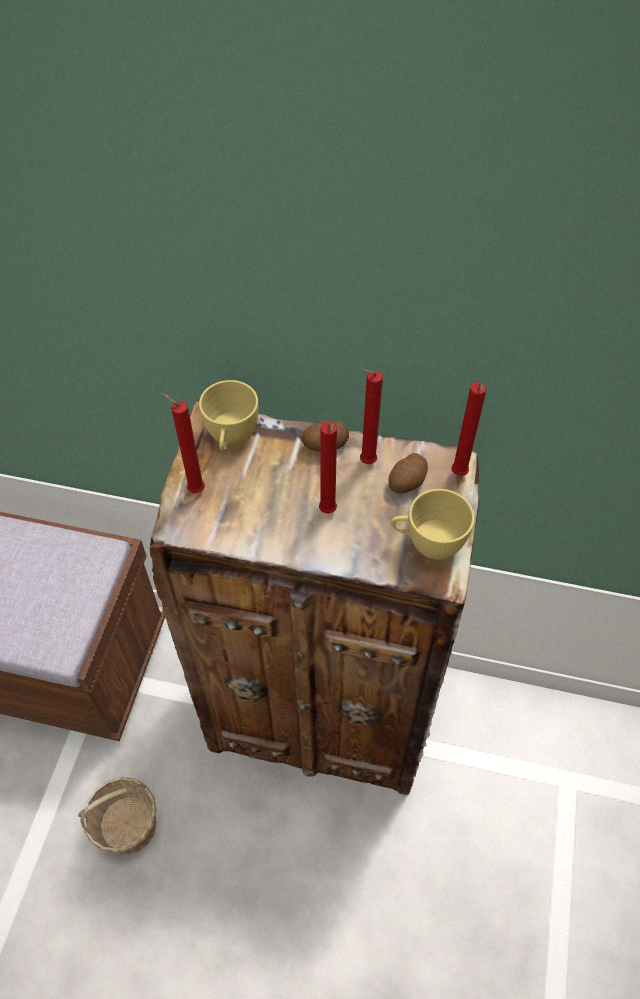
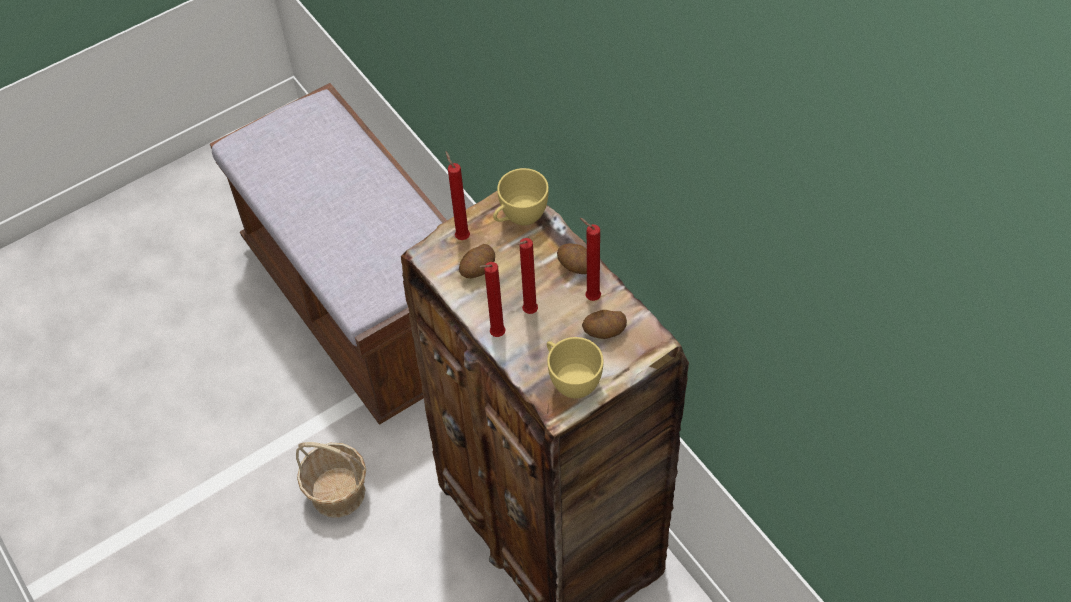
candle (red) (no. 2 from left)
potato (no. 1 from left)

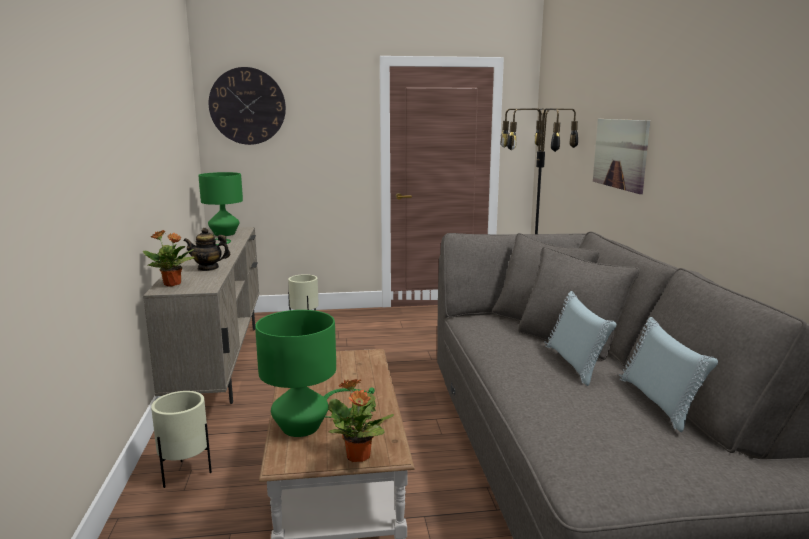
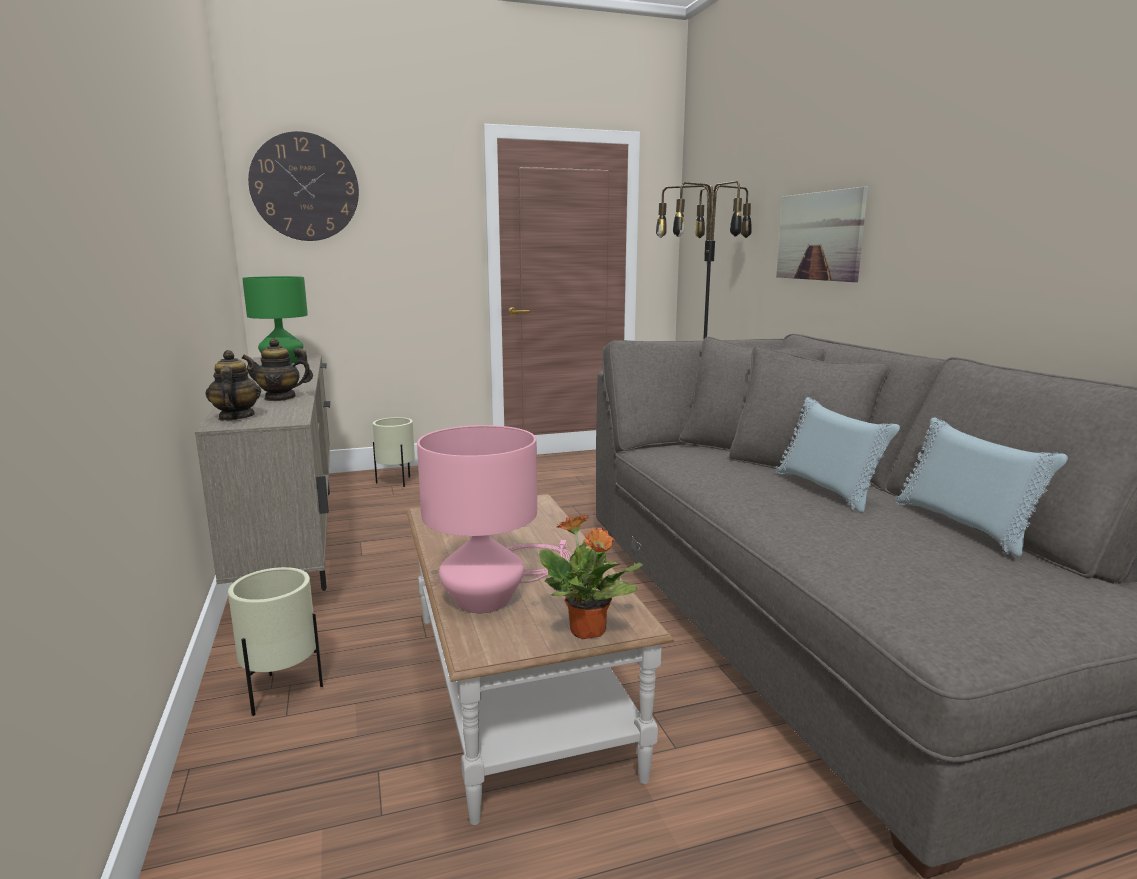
teapot (no. 1 from left)
table lamp (pink)

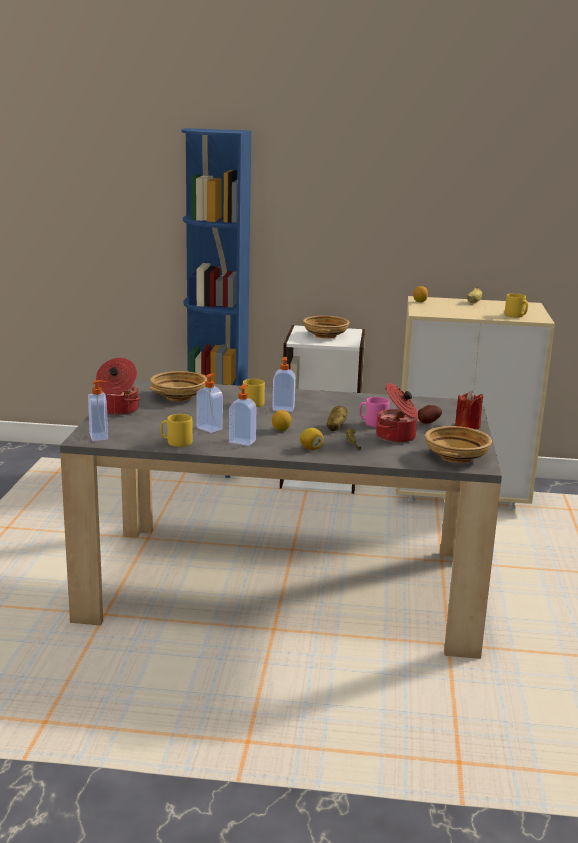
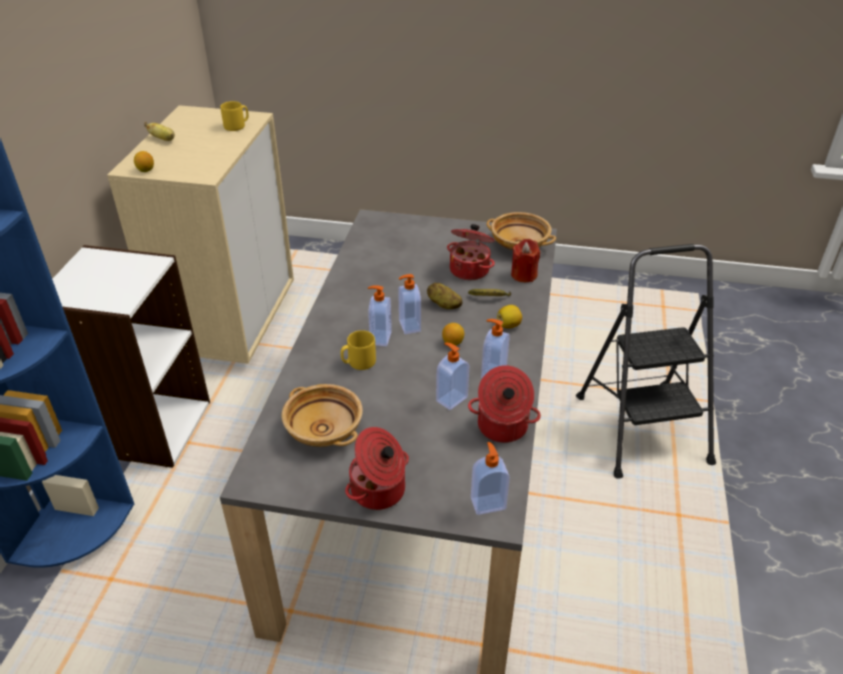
bowl (beige) (no. 2 from left in the first image)
candle (red)
mug (pink)
potato (no. 2 from left in the first image)
cooking pot (no. 3 from left)
step ladder (black)
soap dispenser (no. 2 from left)

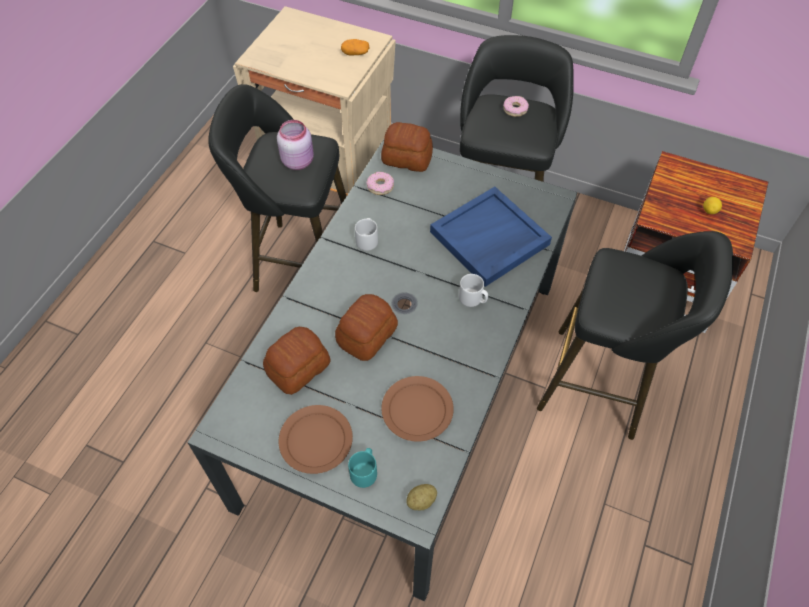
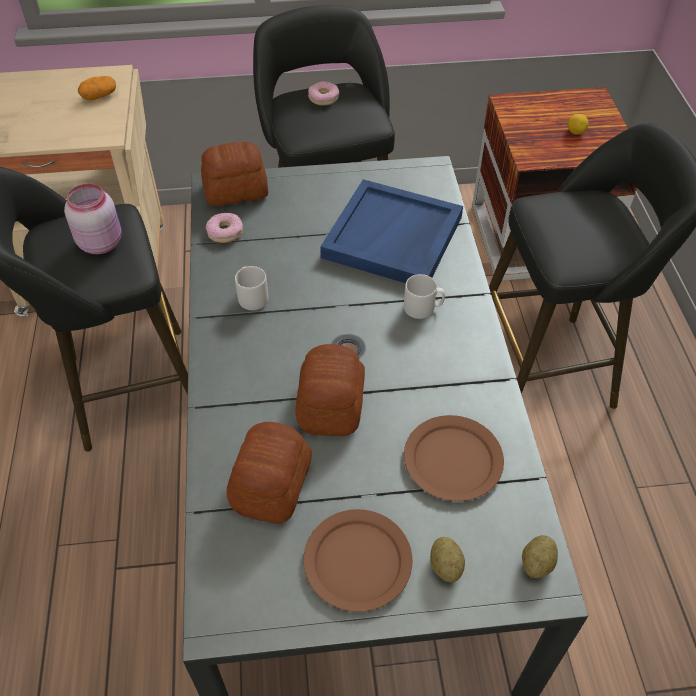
potato (no. 2 from left)

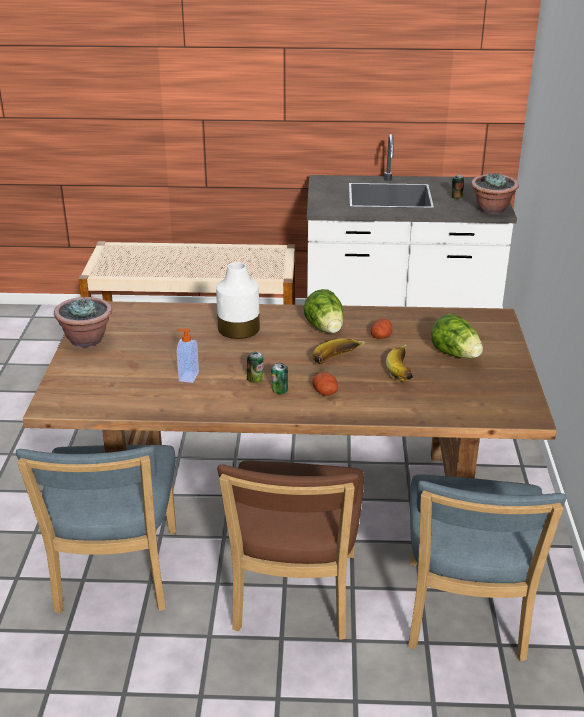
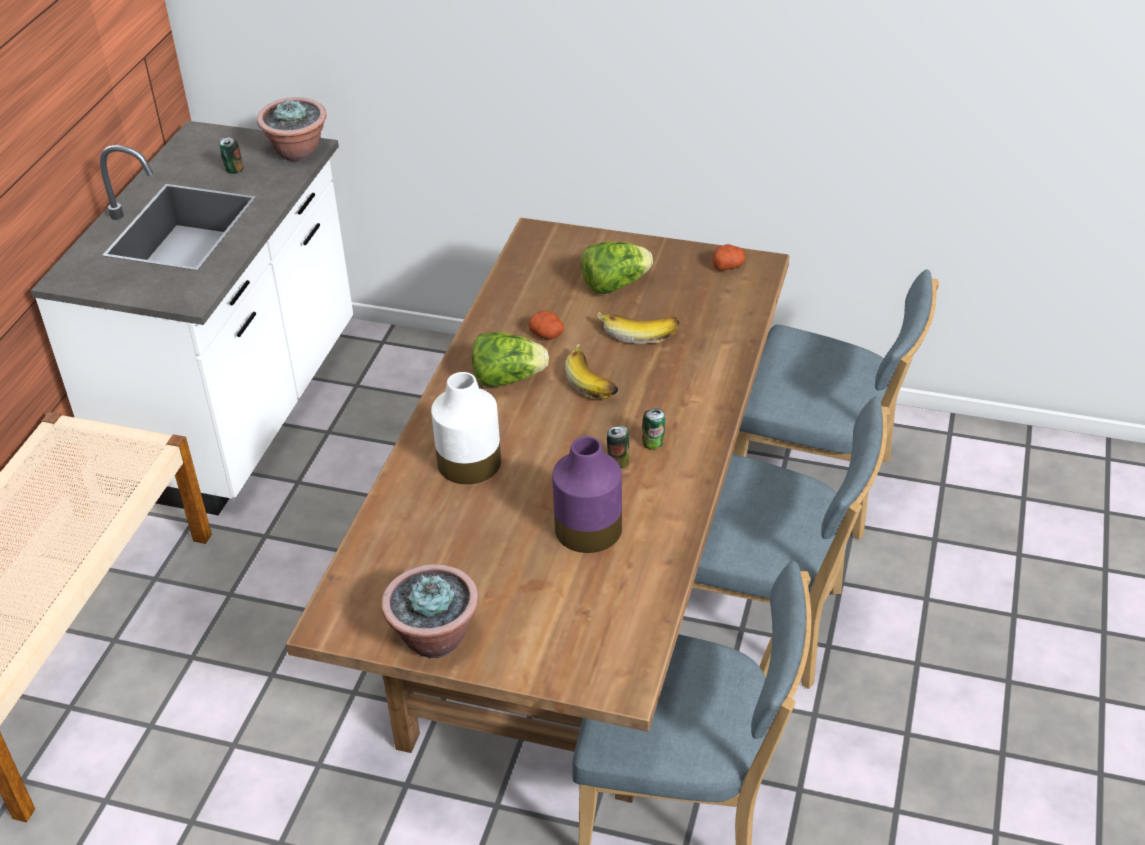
vase (purple)
potato (no. 2 from left)
chair (blue) (no. 2 from left)

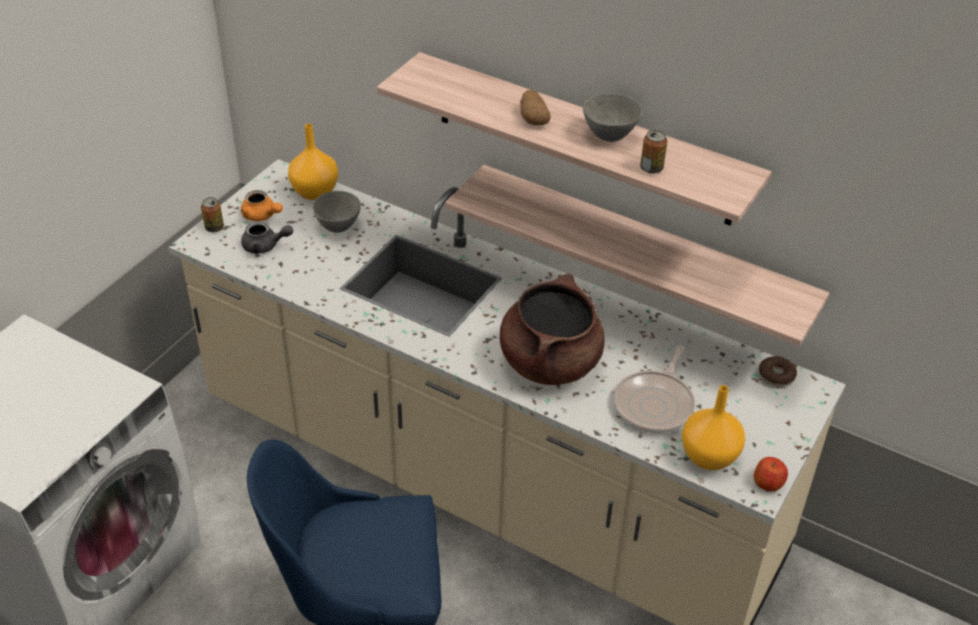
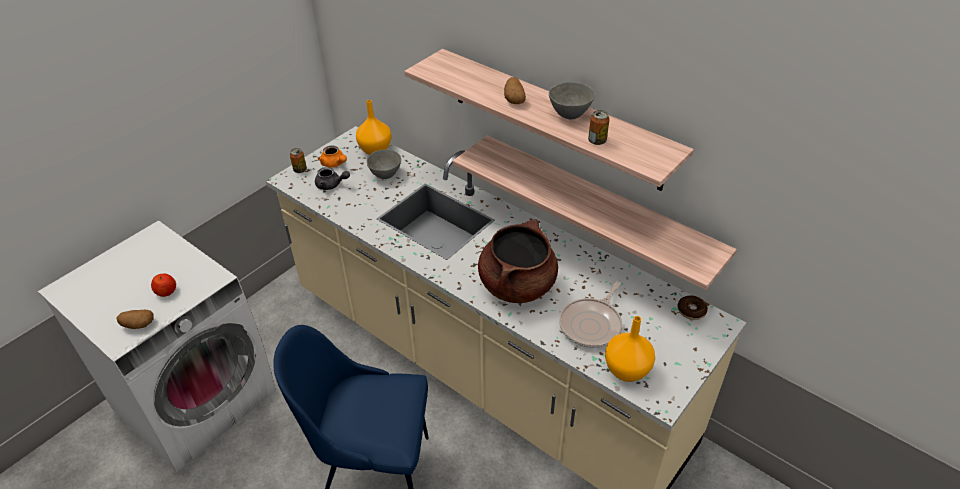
apple
potato (no. 1 from left)

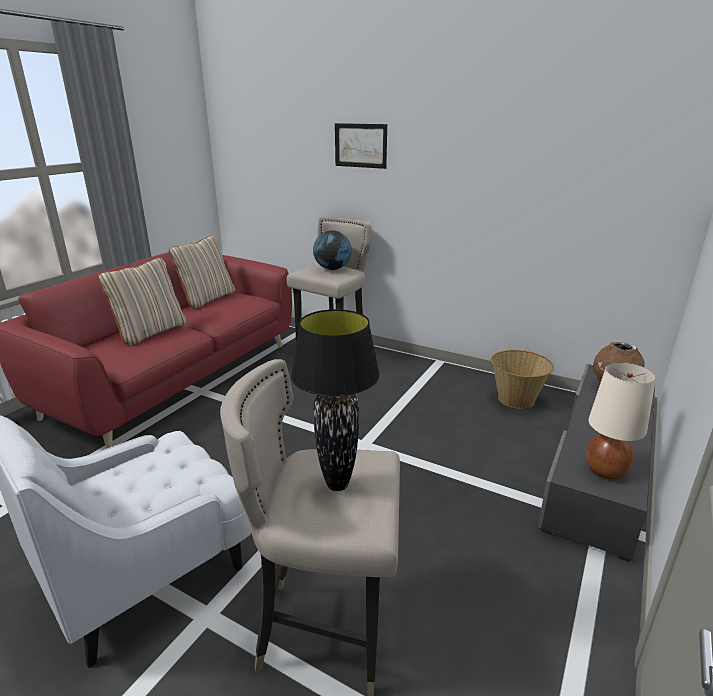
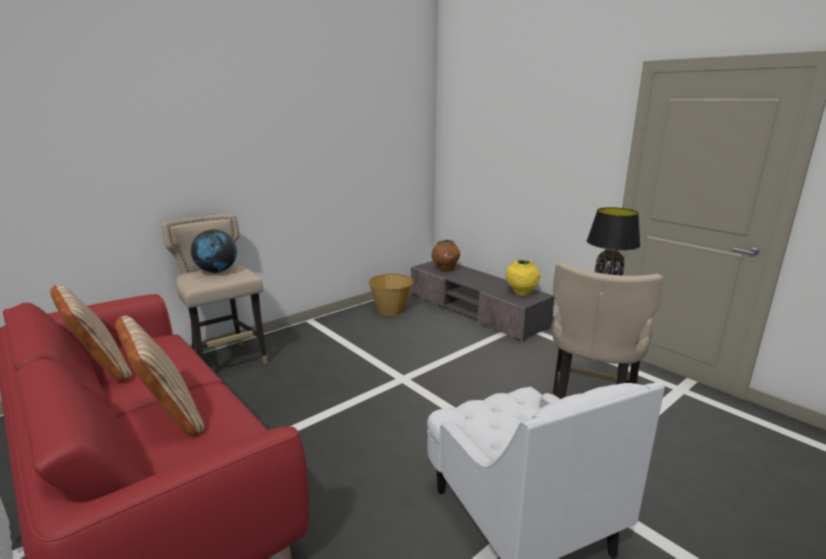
picture
vase (yellow)

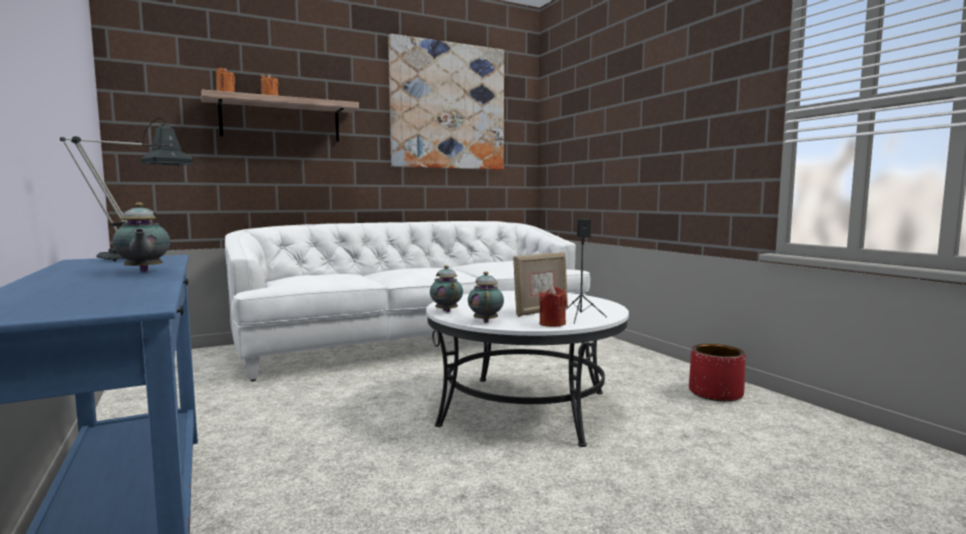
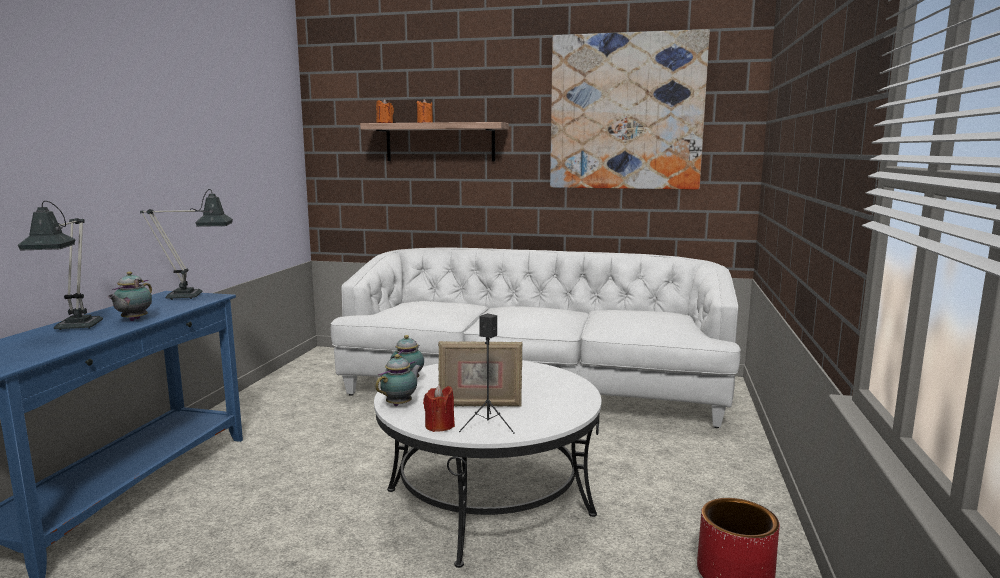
table lamp (no. 1 from left)

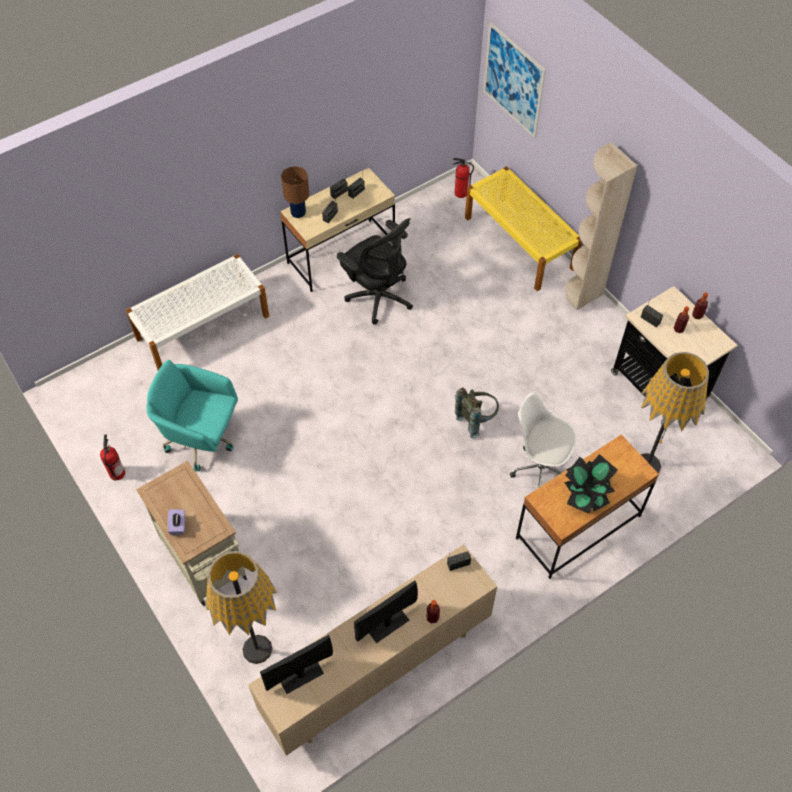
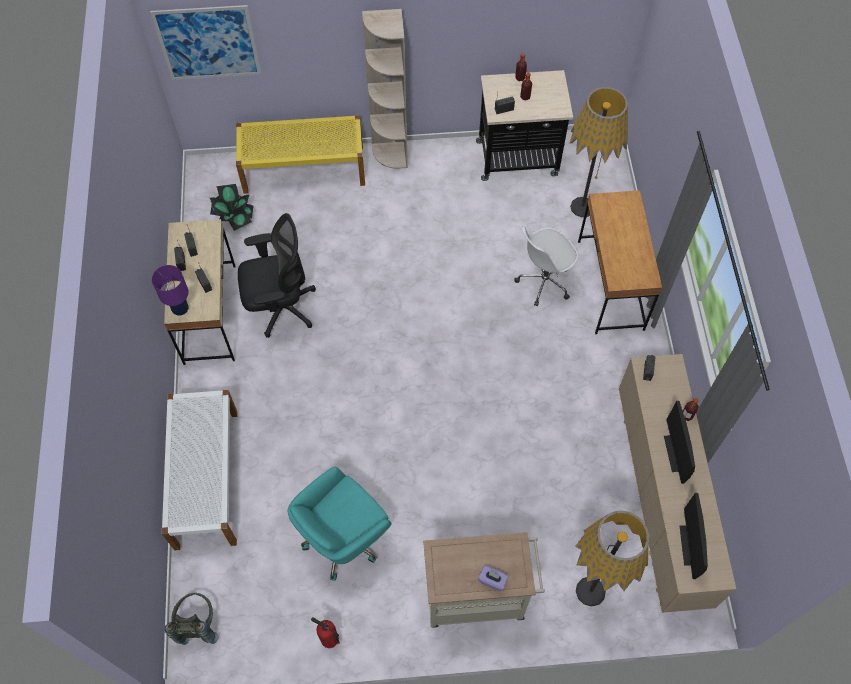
fire extinguisher (no. 2 from left in the first image)
table lamp (purple)
backpack (grey)
potted plant

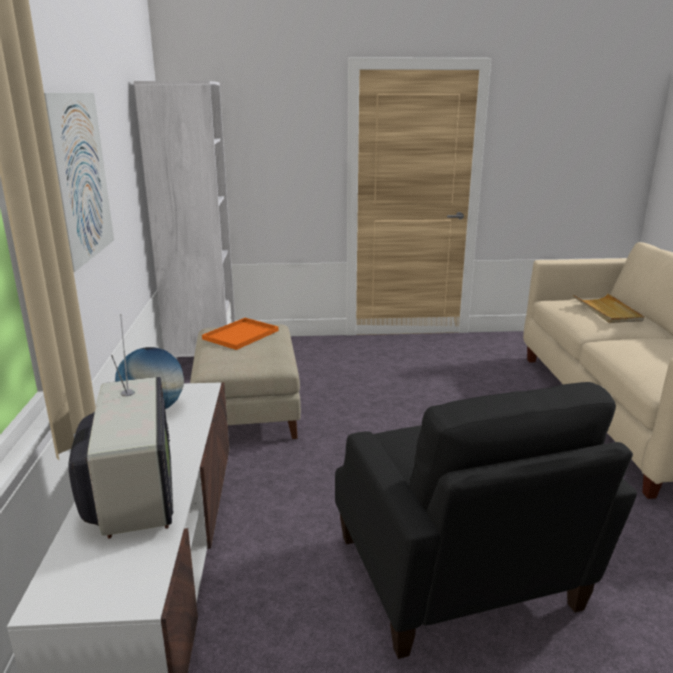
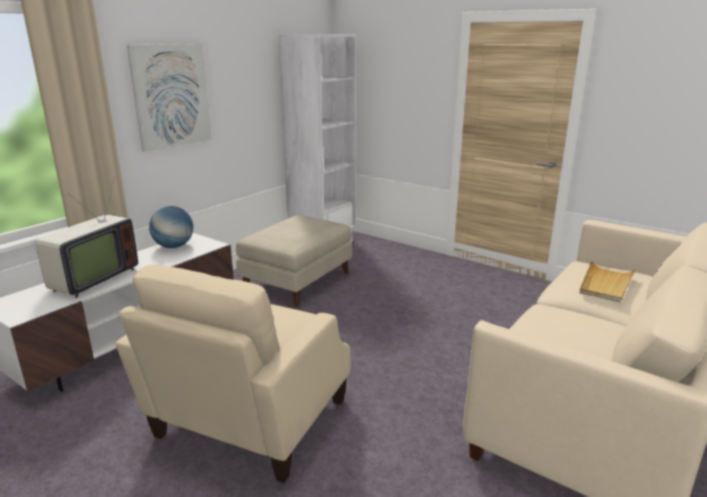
tray (orange)
armchair (beige)

